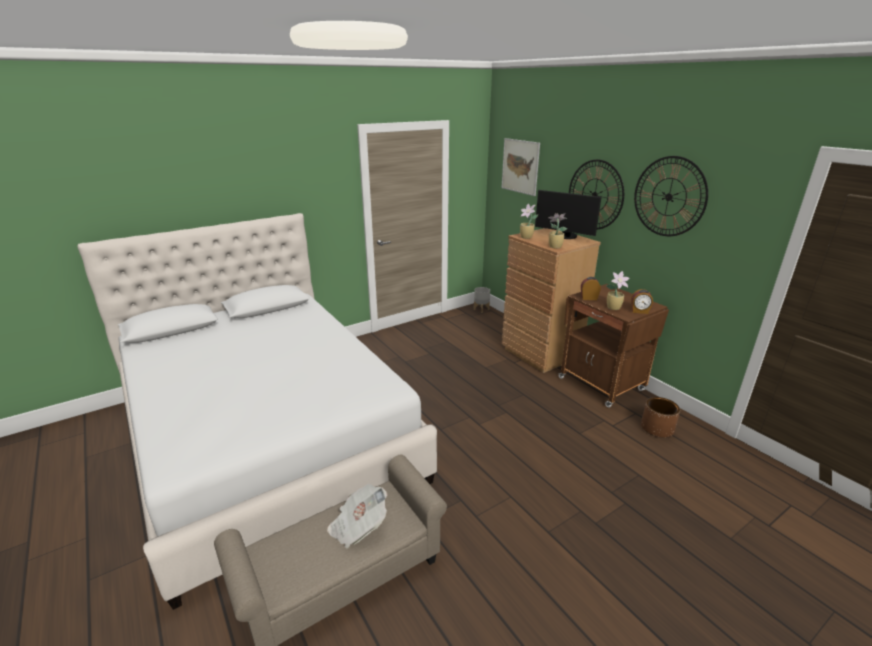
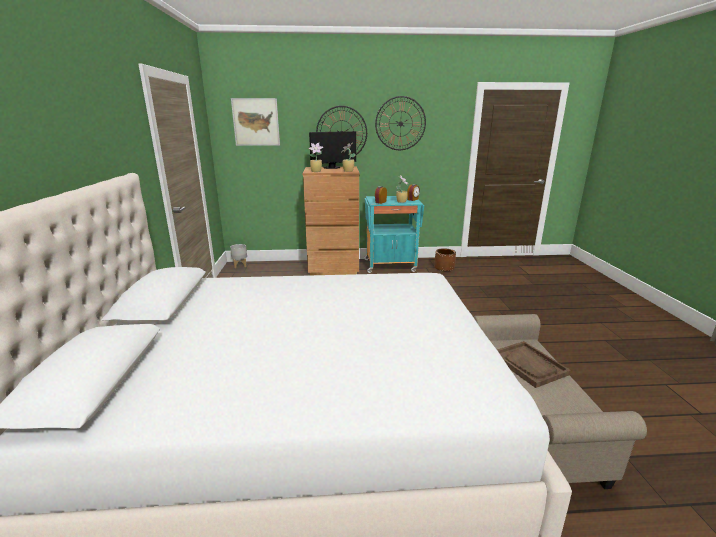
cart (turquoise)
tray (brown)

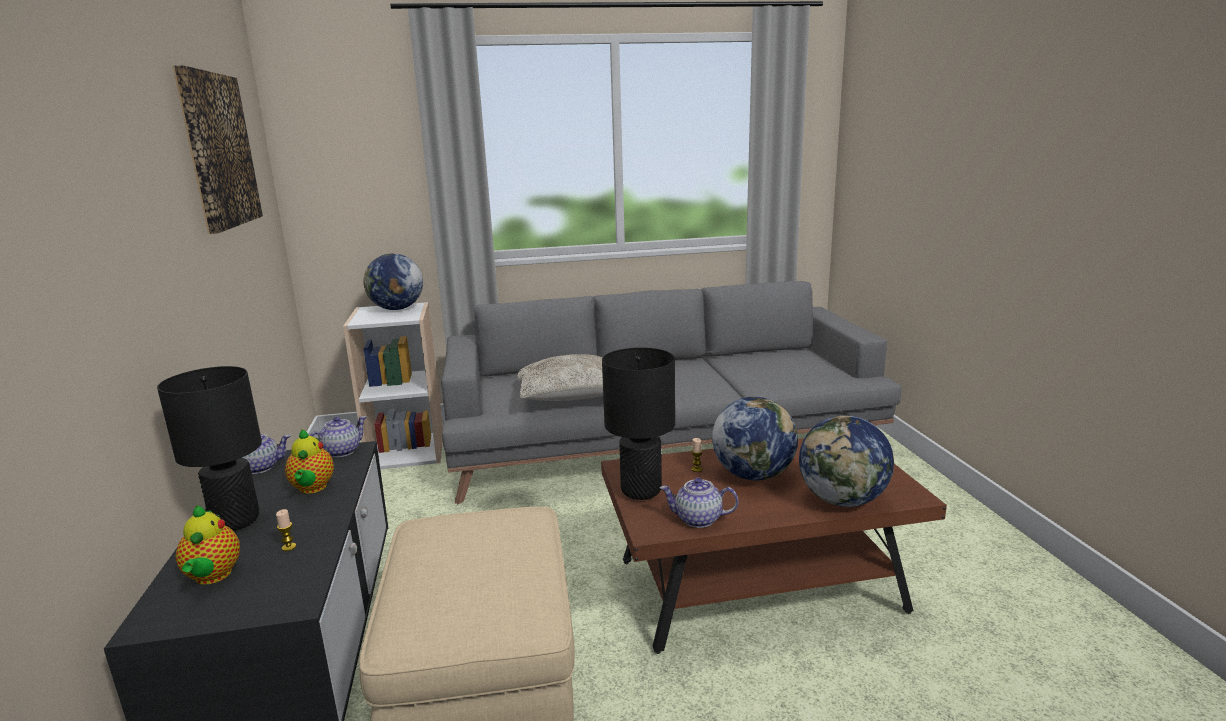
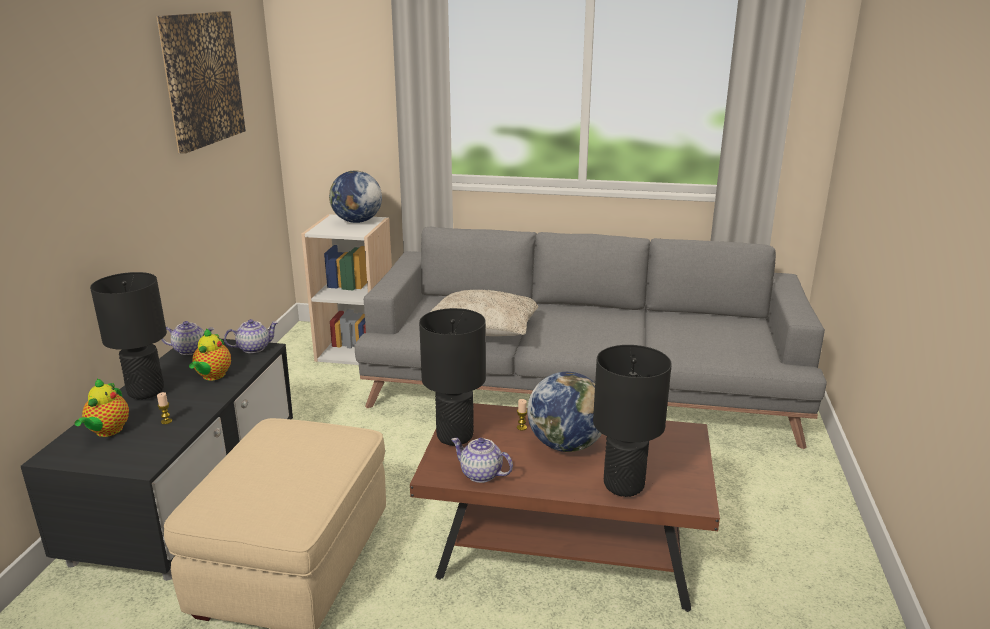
table lamp (black) (no. 3 from left)

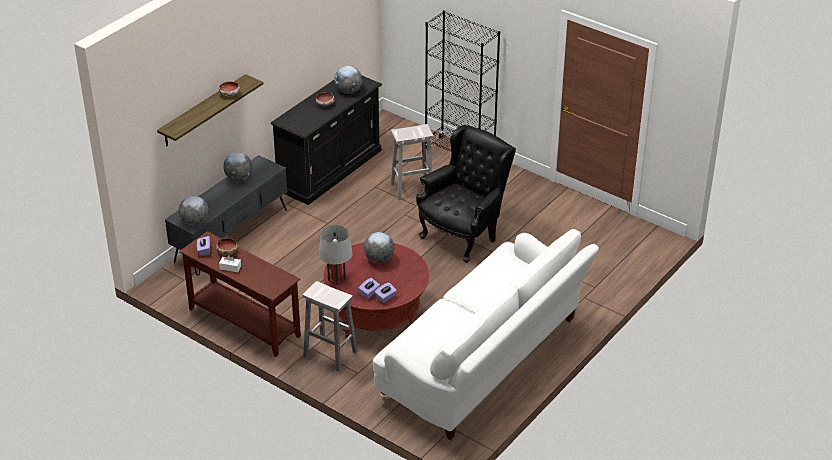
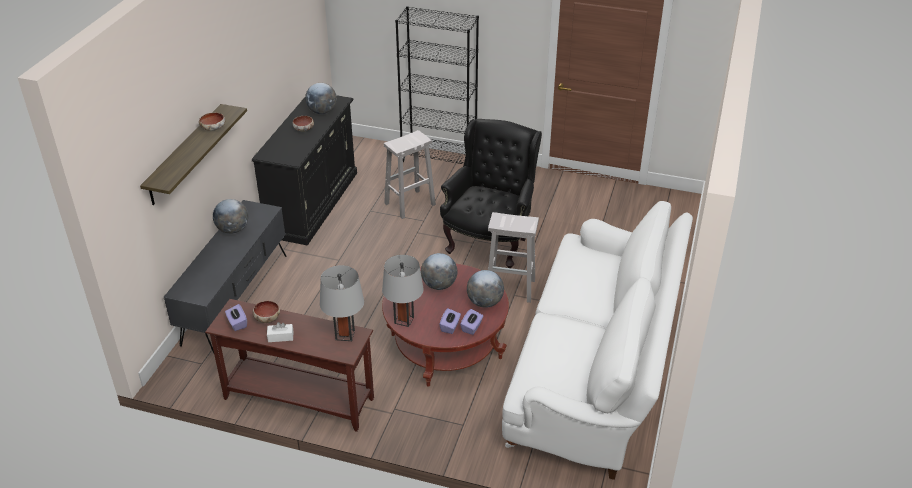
globe (no. 4 from left)
stool (white) (no. 2 from left)
table lamp (grey) (no. 1 from left)

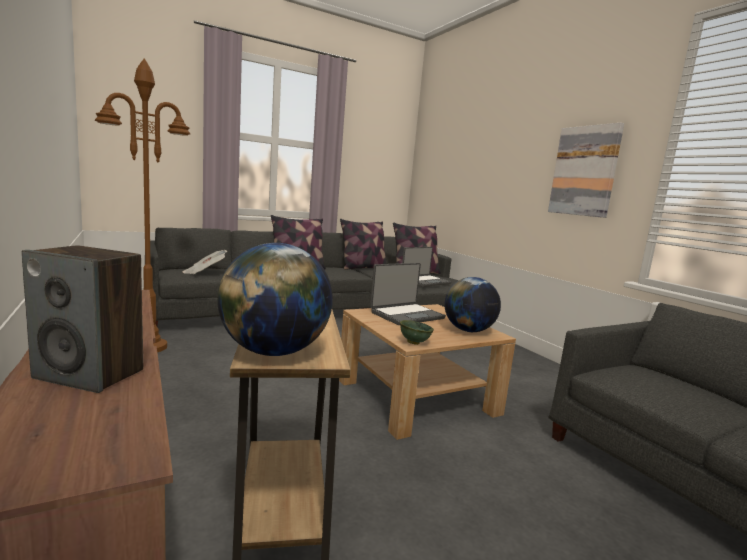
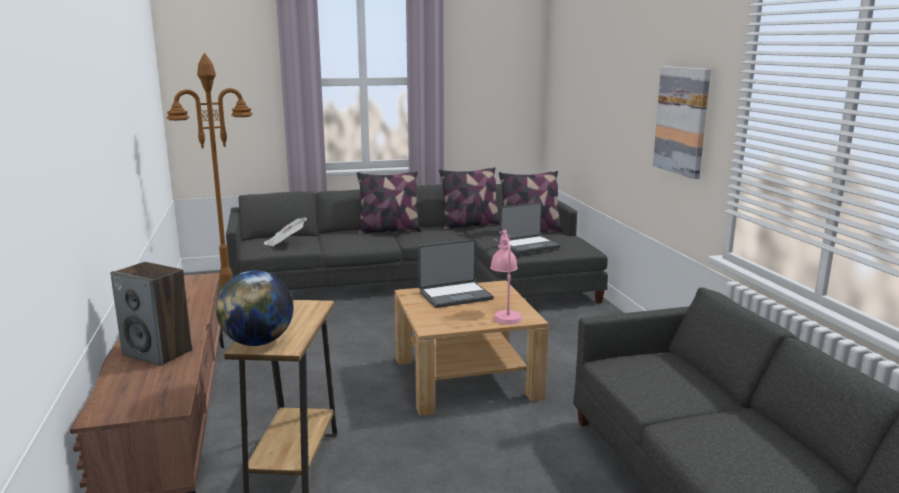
table lamp (pink)
bowl (green)

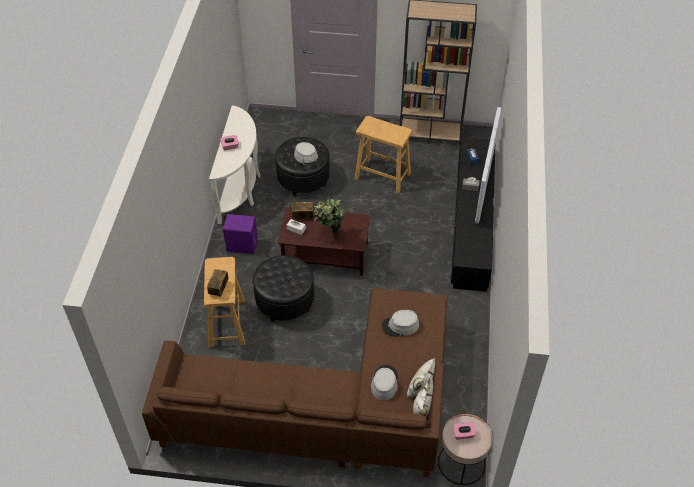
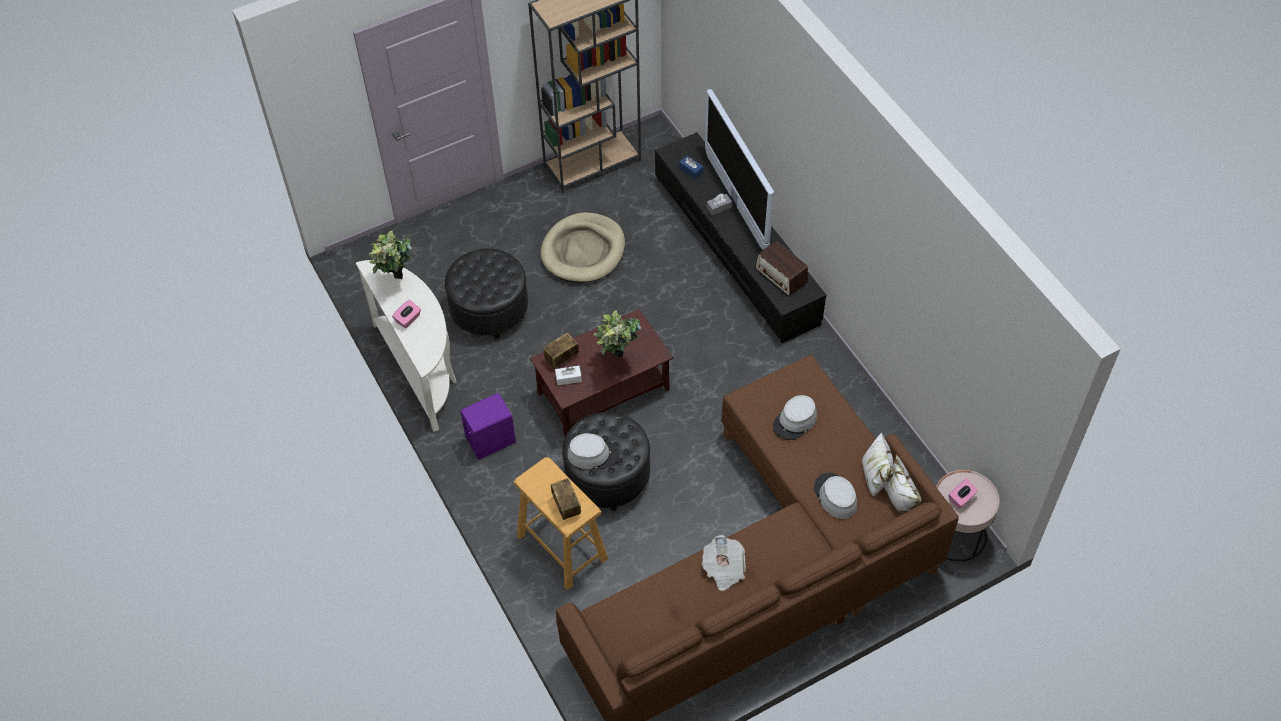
dog bed (beige)
hat (grey) (no. 1 from left)
potted plant (no. 1 from left)
radio (no. 3 from left)
newspaper

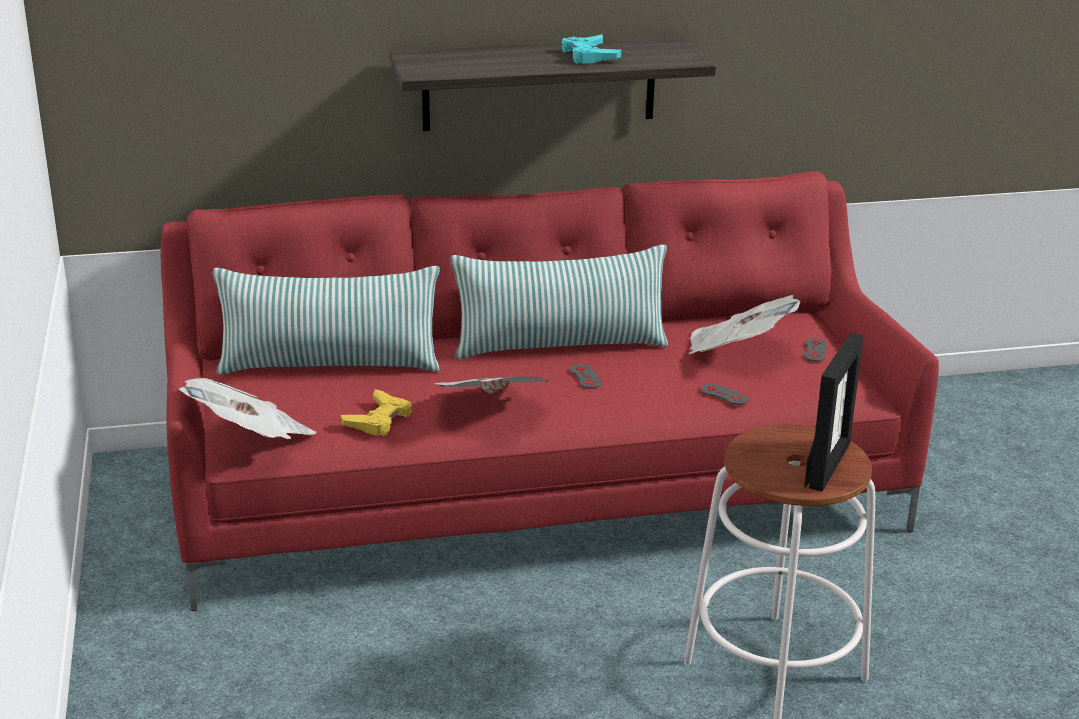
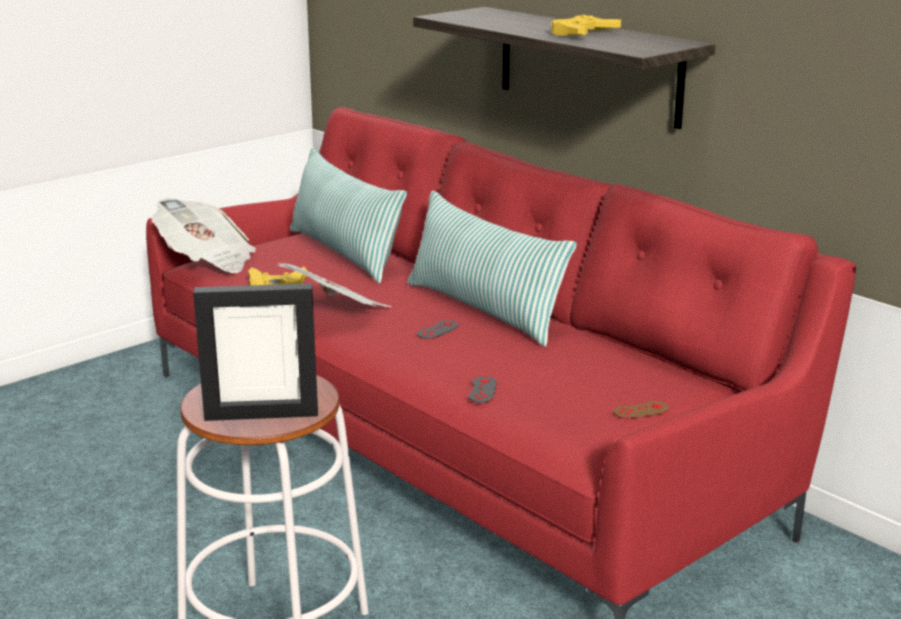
game controller (yellow) (no. 2 from left)
newspaper (no. 3 from left in the first image)
game controller (brown)

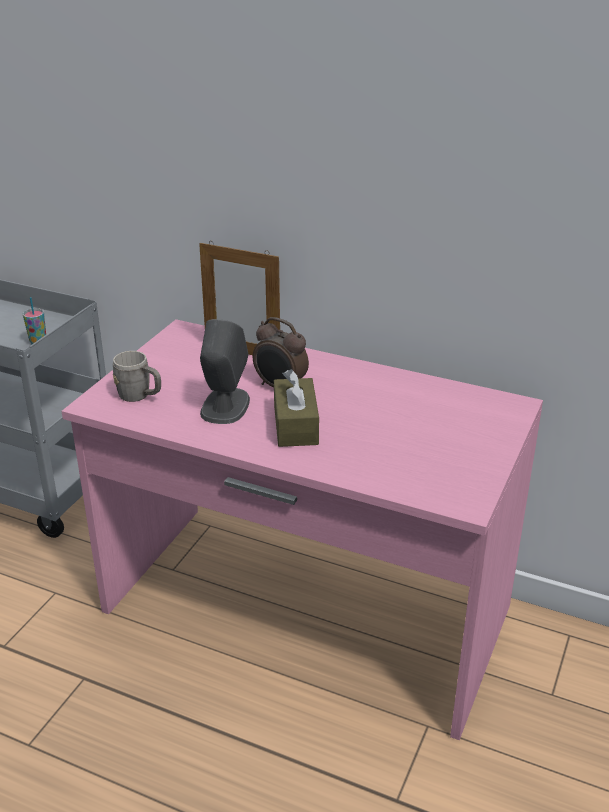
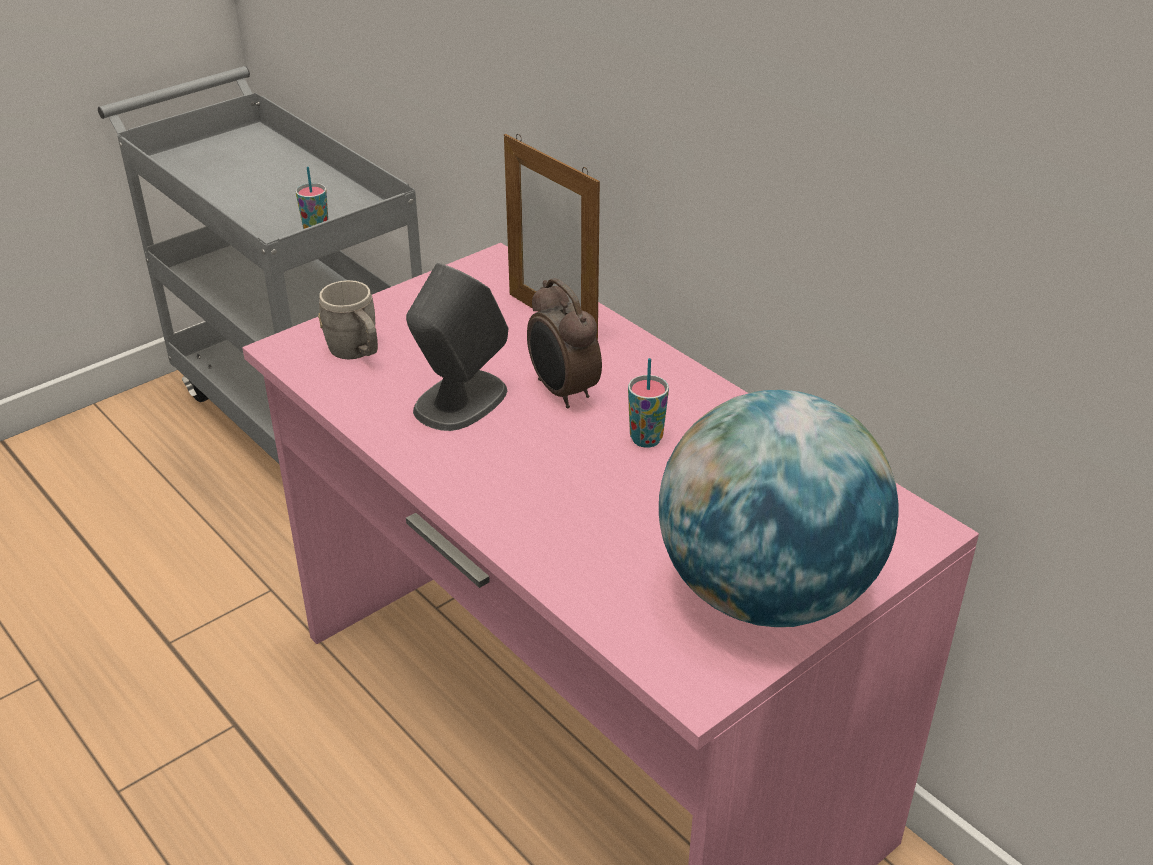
tissue box (brown)
cup (no. 2 from left)
globe

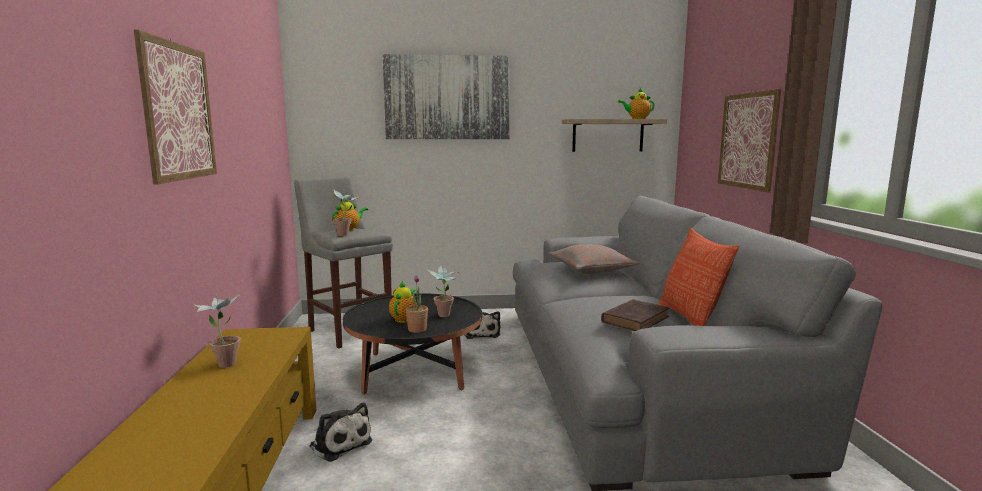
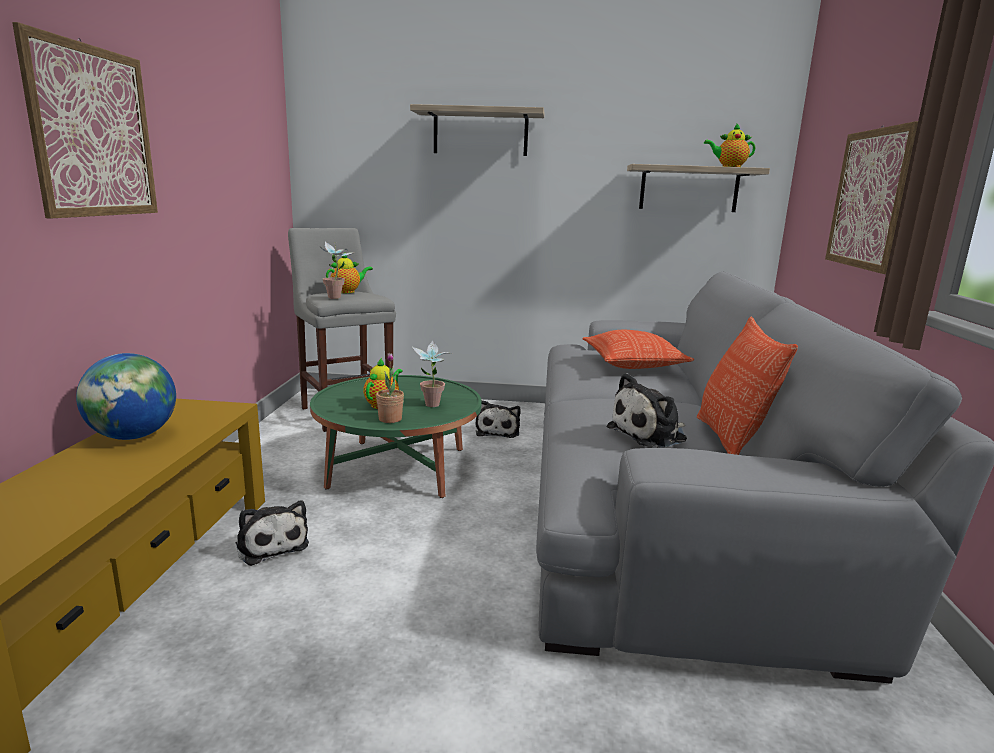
shelf (no. 1 from left)
pillow (orange) (no. 1 from left)
globe
coffee table (green)
plush toy (no. 3 from left)

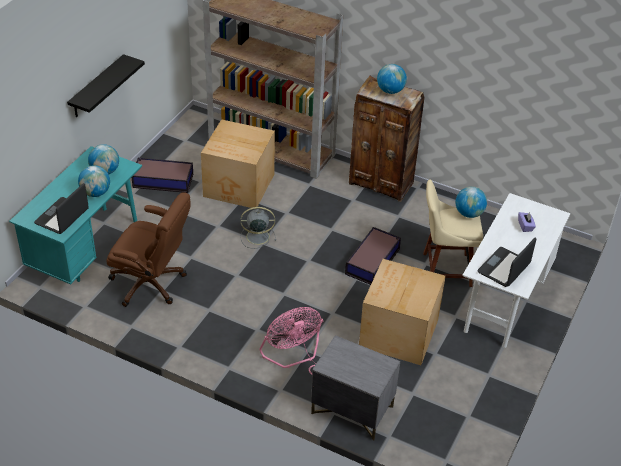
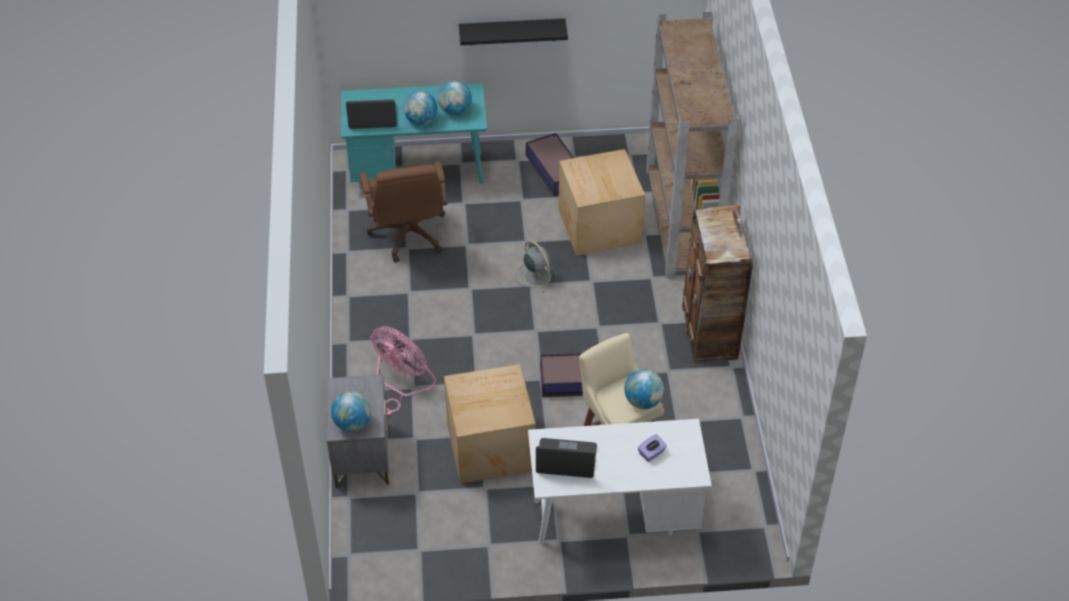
globe (no. 1 from left)

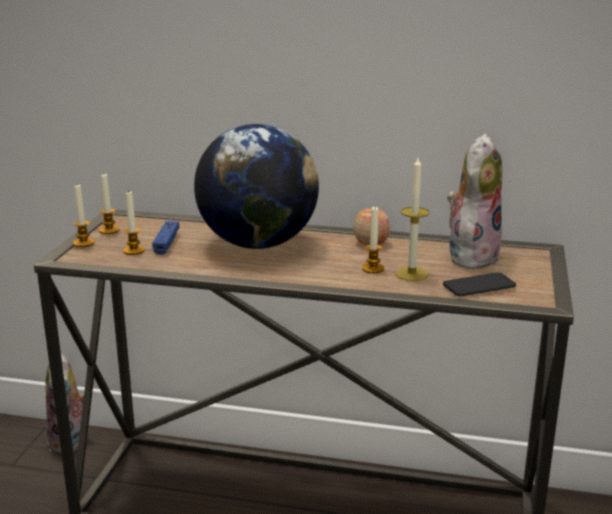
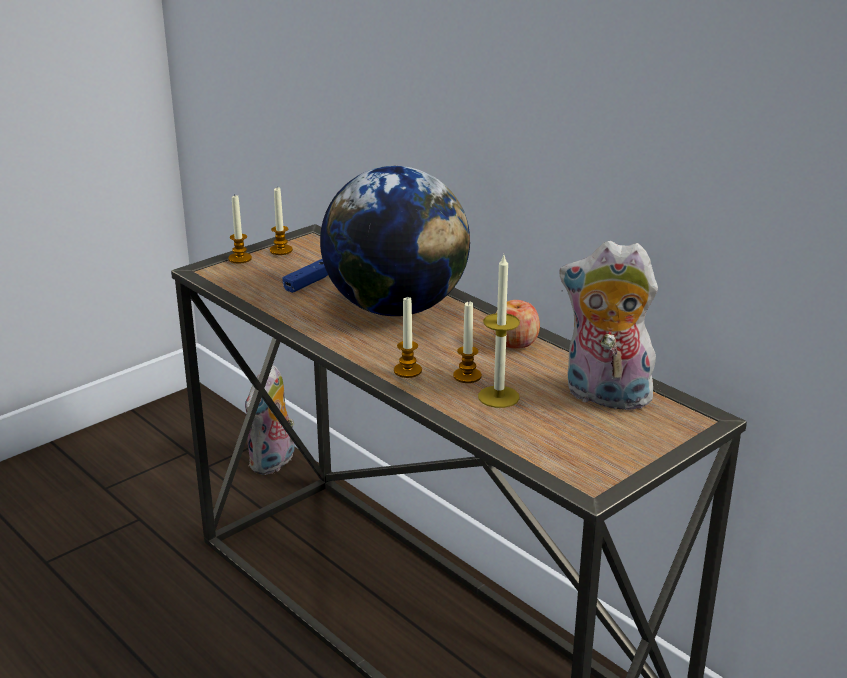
plush toy (no. 2 from left)
candle (no. 3 from left)
phone

